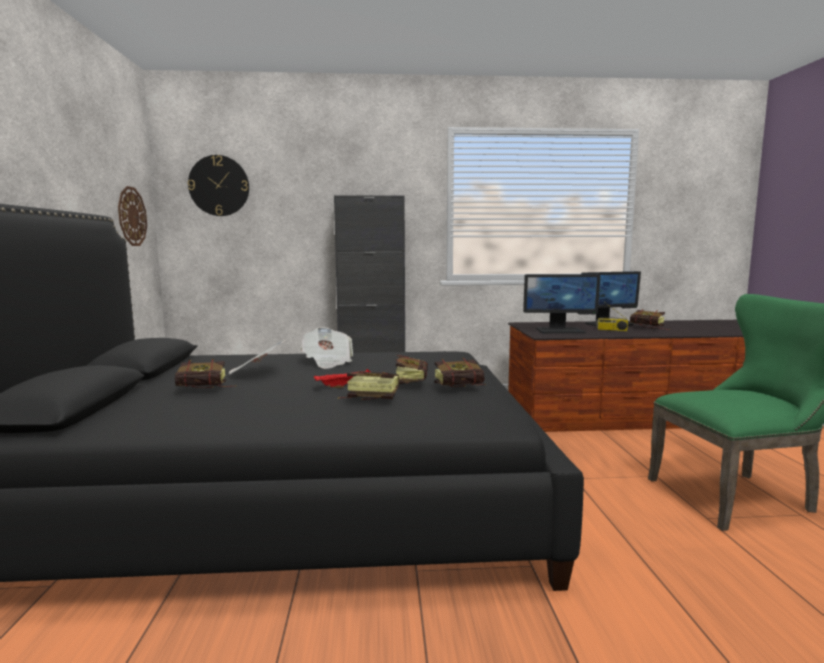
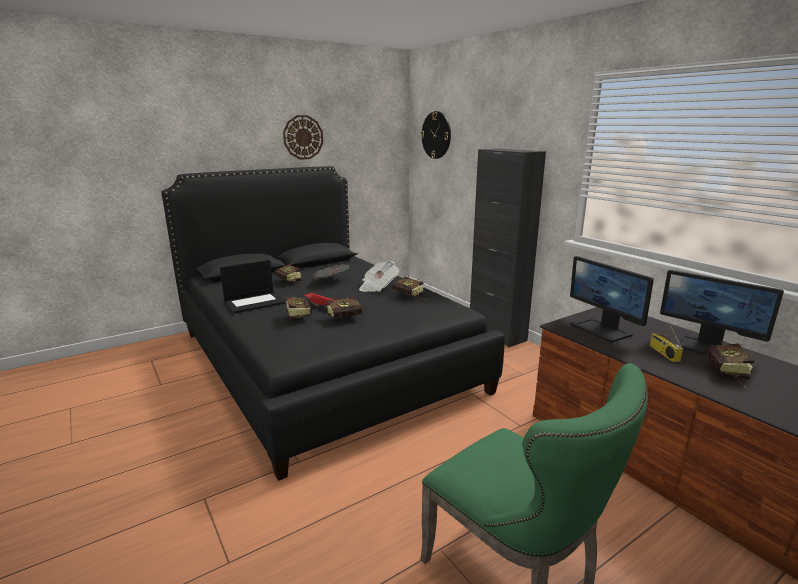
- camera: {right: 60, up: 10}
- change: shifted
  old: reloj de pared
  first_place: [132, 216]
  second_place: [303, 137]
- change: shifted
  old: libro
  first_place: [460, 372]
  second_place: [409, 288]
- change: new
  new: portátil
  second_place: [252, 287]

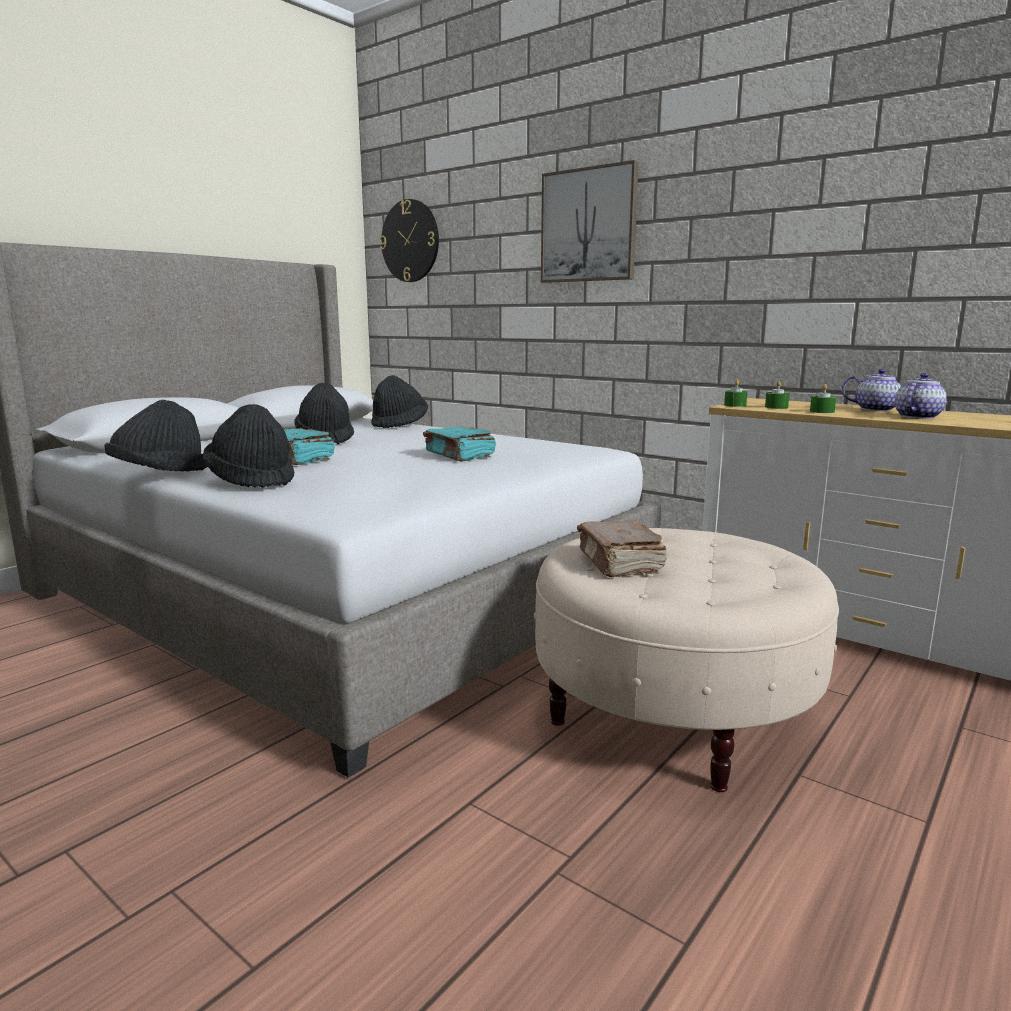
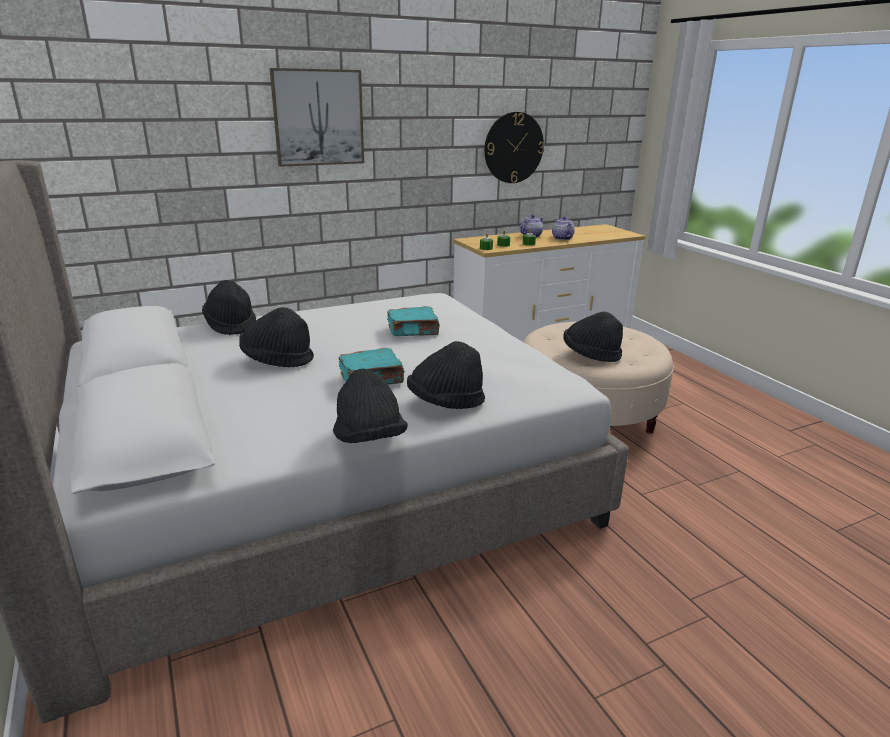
- camera: {right: -65, up: 10}
- change: shifted
  old: reloj de pared
  first_place: [409, 240]
  second_place: [514, 147]
- change: swapped
  old: libro (marrón)
  new: sombrero (negro)
  first_place: [622, 548]
  second_place: [593, 336]

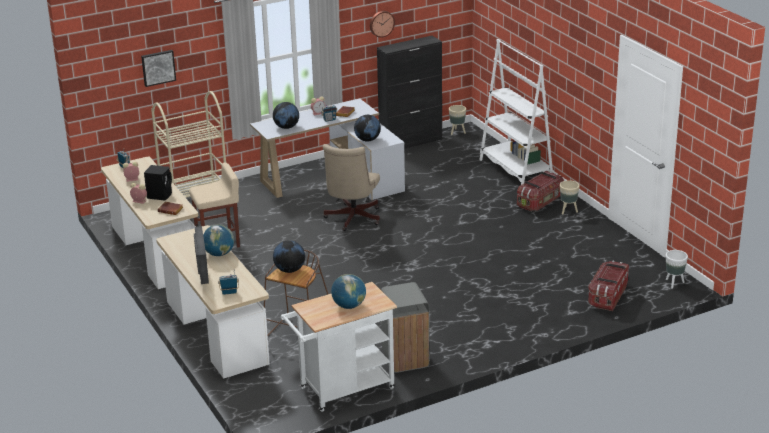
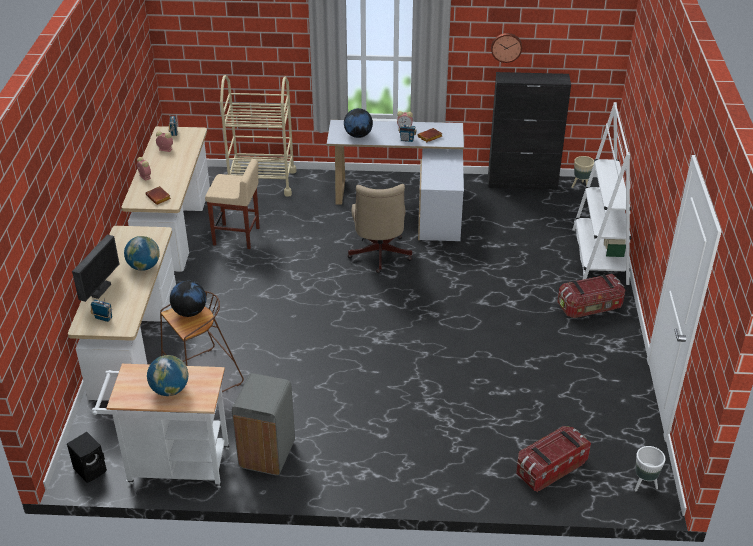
- camera: {right: 30, up: 10}
- change: gone
  old: cuadro
  first_place: [158, 68]
- change: gone
  old: globo terráqueo
  first_place: [367, 128]
- change: rotated
  old: silla de oficina (beis)
  first_place: [351, 187]
  second_place: [379, 228]
  degrees: -45
- change: shifted
  old: altavoz (negro)
  first_place: [158, 183]
  second_place: [87, 457]
- change: gone
  old: maceta (beis)
  first_place: [570, 197]

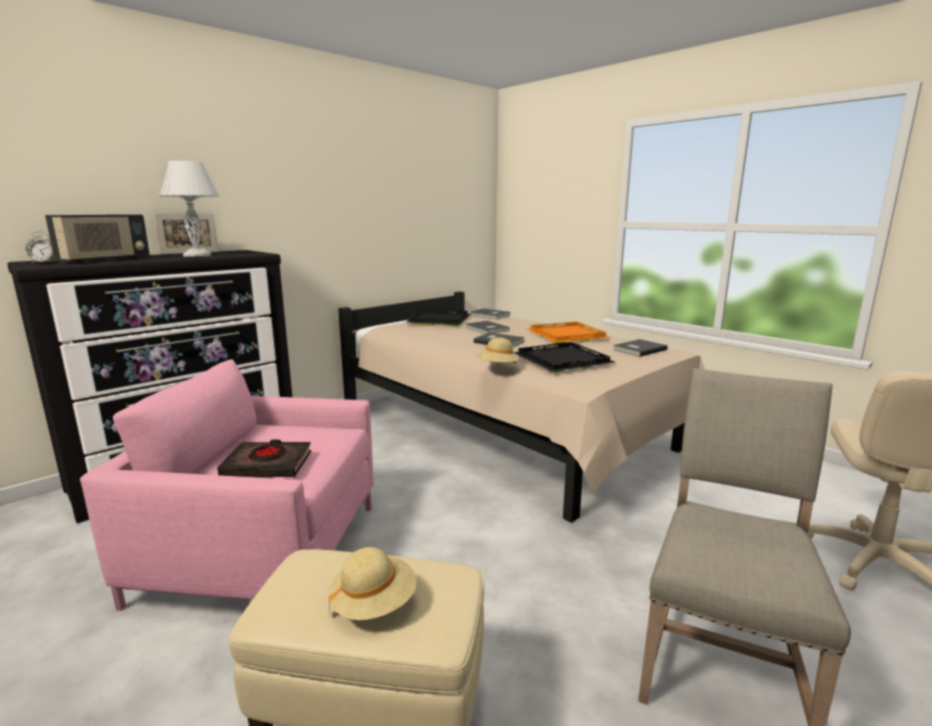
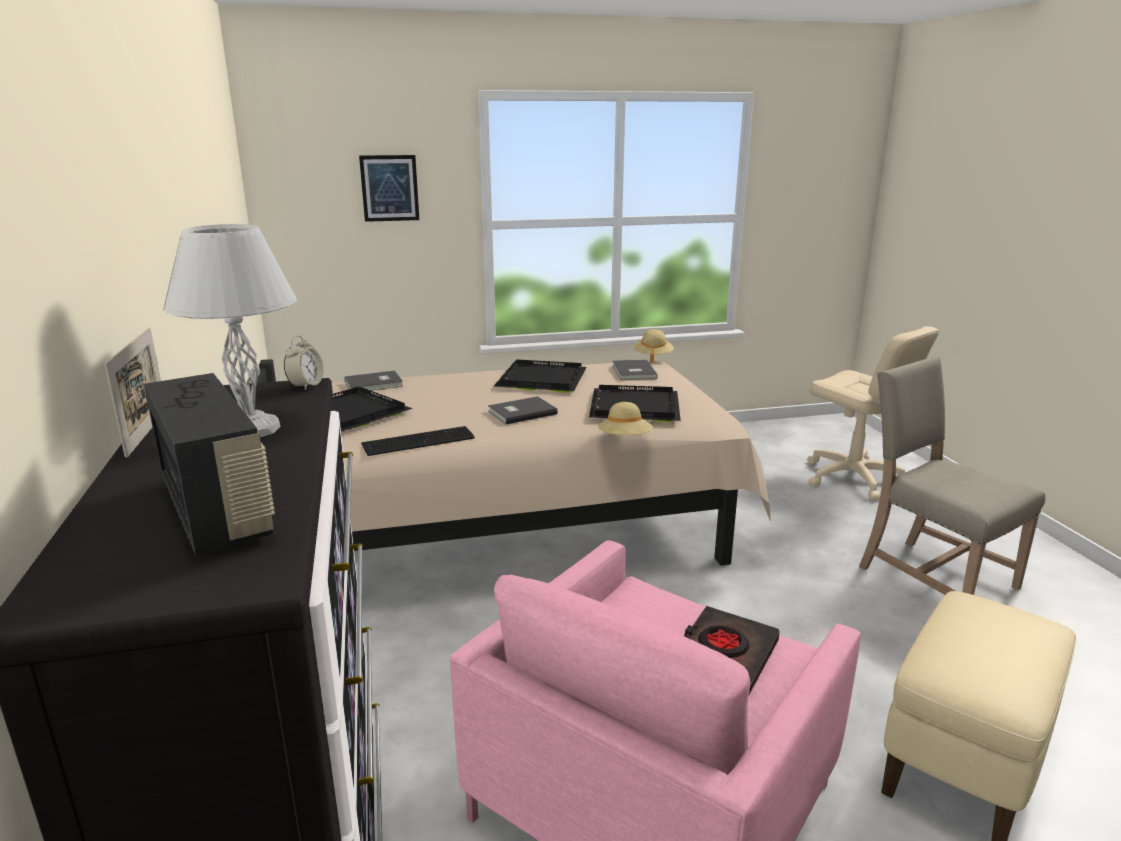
- camera: {right: -60, up: 5}
- change: shifted
  old: despertador
  first_place: [39, 247]
  second_place: [304, 363]
- change: gone
  old: libro (gris)
  first_place: [487, 327]
- change: repainted
  old: bandeja (naranja)
  new: bandeja (negro)
  first_place: [568, 333]
  second_place: [540, 376]
- change: shifted
  old: sombrero (beis)
  first_place: [372, 583]
  second_place: [653, 346]
- change: new
  new: cuadro
  second_place: [389, 188]
- change: new
  new: teclado
  second_place: [418, 441]

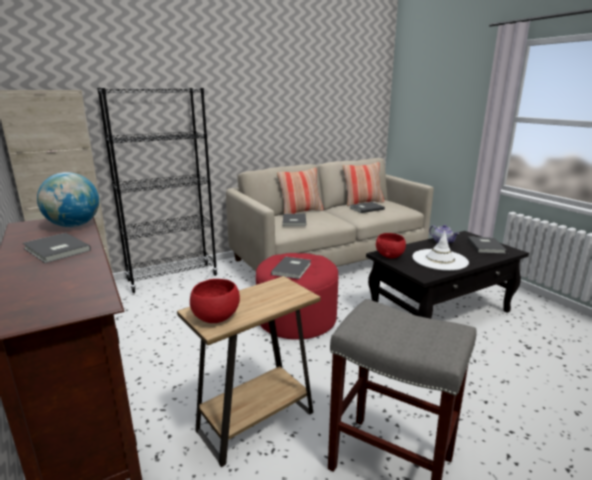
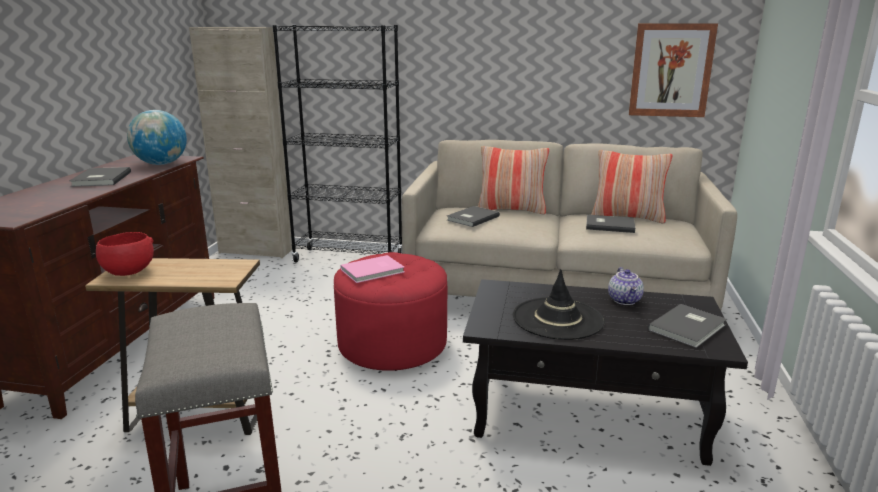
- camera: {right: 40, up: 0}
- change: repainted
  old: sombrero (blanco)
  new: sombrero (negro)
  first_place: [440, 250]
  second_place: [559, 304]
- change: gone
  old: cuenco (rojo)
  first_place: [391, 245]
- change: repainted
  old: libro (gris)
  new: libro (rosa)
  first_place: [291, 268]
  second_place: [373, 269]
- change: new
  new: cuadro
  second_place: [673, 70]

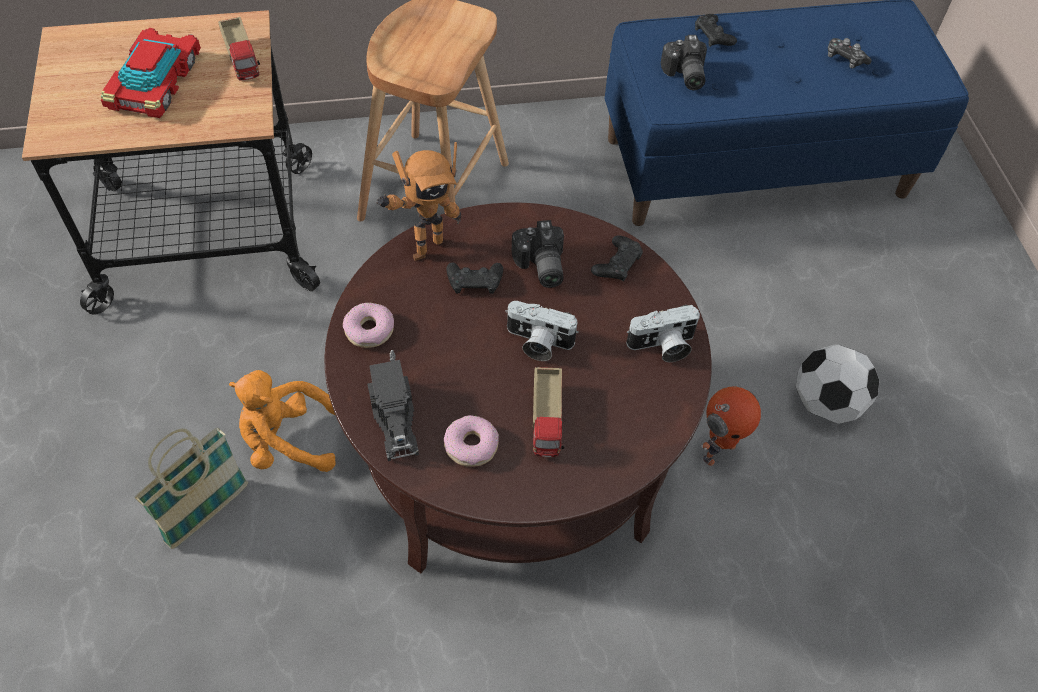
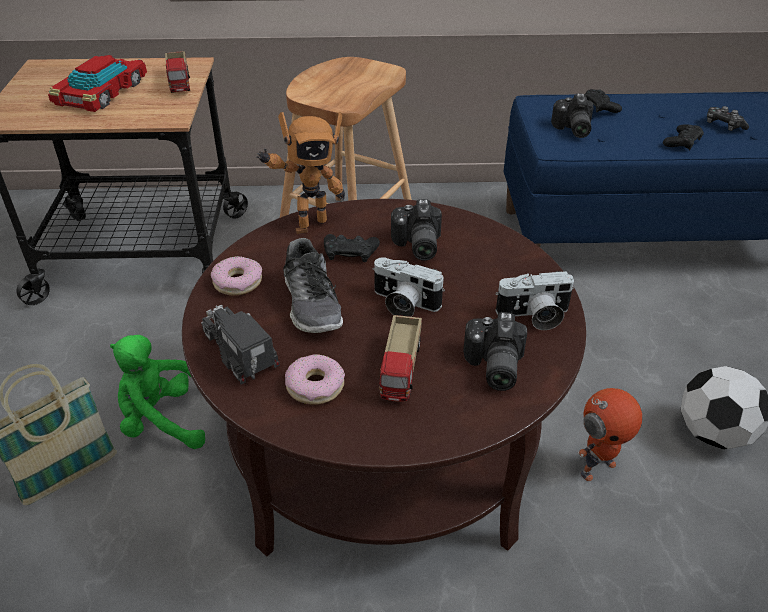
- camera: {right: 10, up: -15}
- change: shifted
  old: mando de consola (negro)
  first_place: [617, 258]
  second_place: [683, 137]
- change: rotated
  old: camión de juguete
  first_place: [393, 405]
  second_place: [240, 344]
  degrees: 150
- change: repainted
  old: peluche (naranja)
  new: peluche (verde)
  first_place: [282, 421]
  second_place: [157, 392]
- change: new
  new: zapato
  second_place: [313, 285]
- change: new
  new: cámara
  second_place: [495, 351]

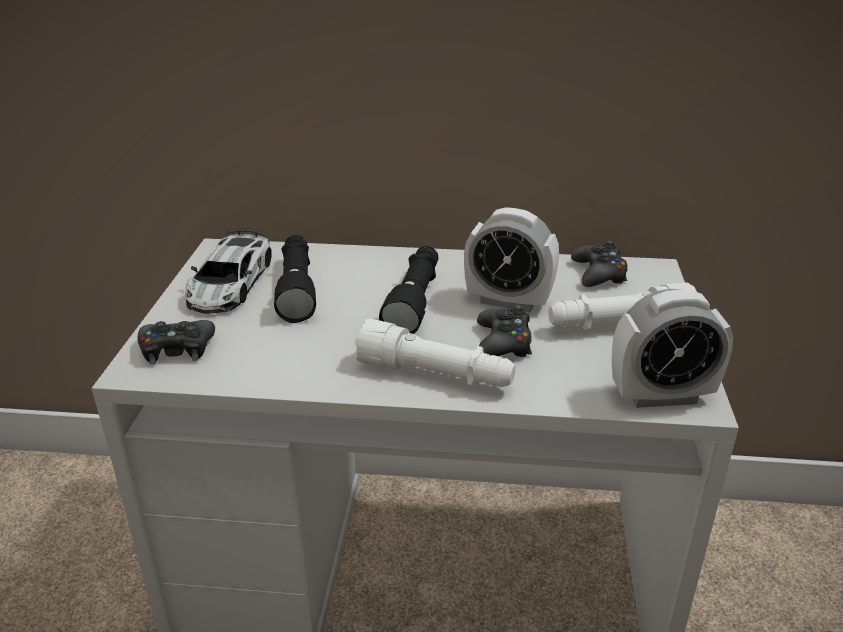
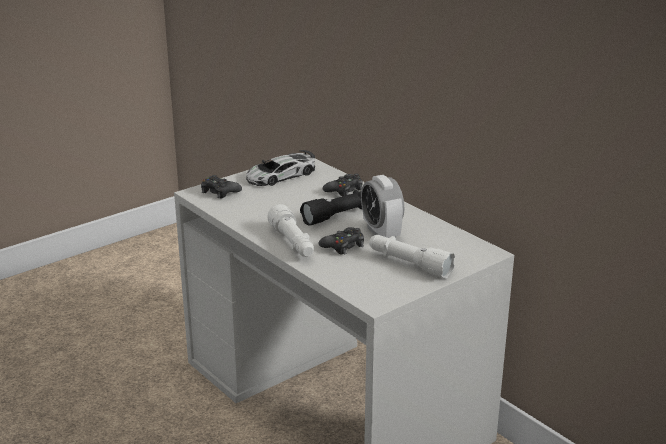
- camera: {right: 45, up: -5}
- change: gone
  old: linterna (negro)
  first_place: [295, 279]
- change: shifted
  old: mando de consola (negro)
  first_place: [599, 263]
  second_place: [343, 185]
- change: gone
  old: despertador
  first_place: [672, 348]

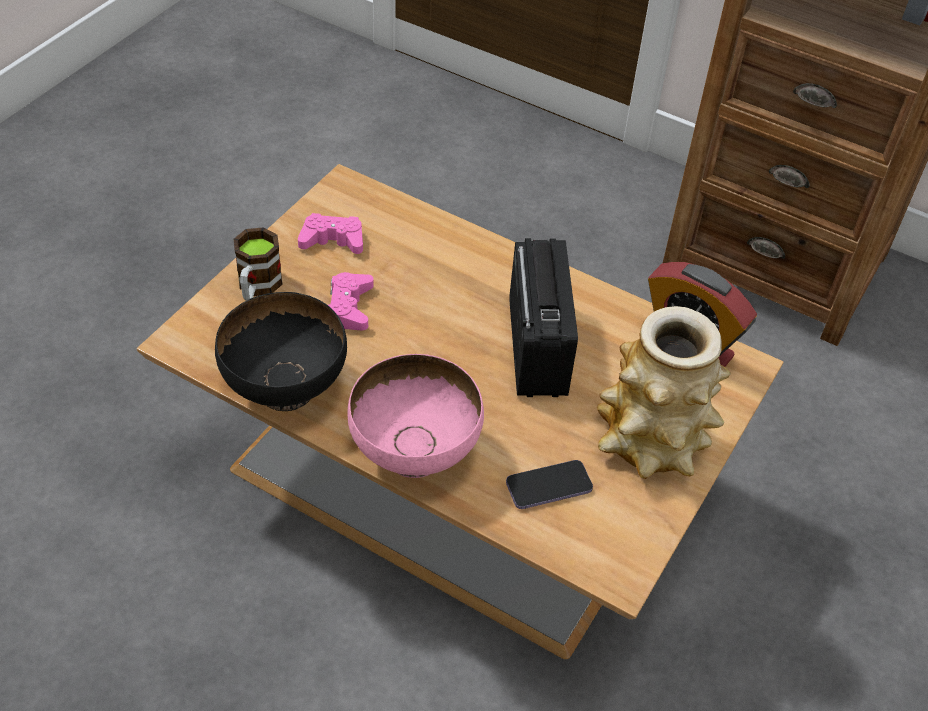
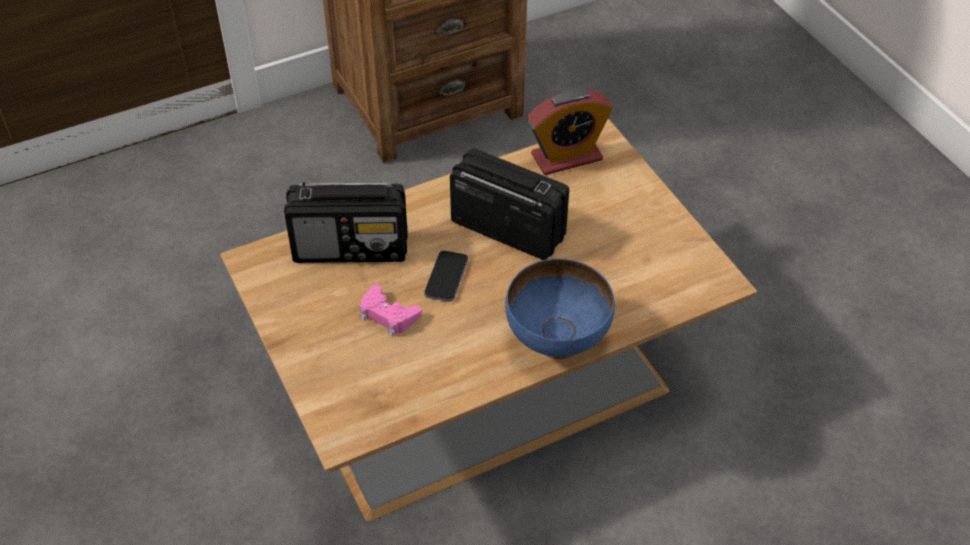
- camera: {right: -55, up: 0}
- change: gone
  old: mando de consola (rosa)
  first_place: [330, 233]
- change: gone
  old: taza grande
  first_place: [258, 264]
- change: gone
  old: cuenco (negro)
  first_place: [281, 351]
- change: gone
  old: florero
  first_place: [663, 392]
- change: repainted
  old: cuenco (rosa)
  new: cuenco (azul)
  first_place: [415, 416]
  second_place: [560, 309]
- change: shifted
  old: móvil
  first_place: [549, 484]
  second_place: [446, 276]
- change: new
  new: radio
  second_place: [346, 222]

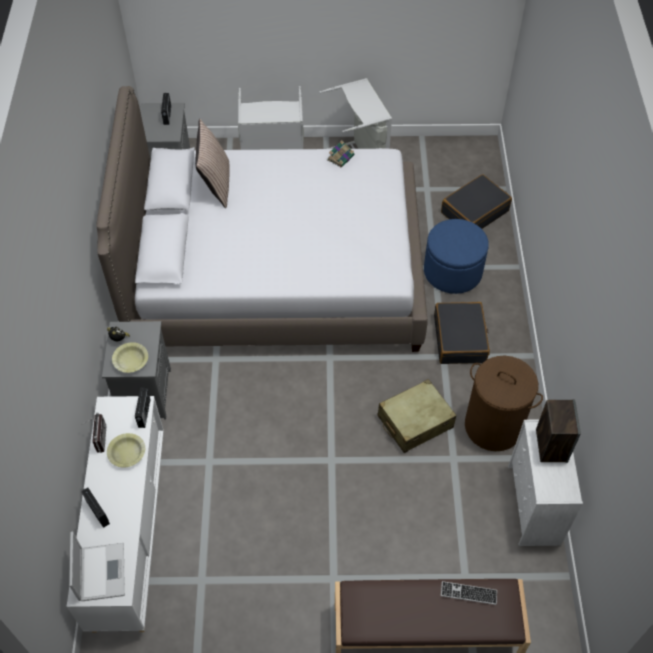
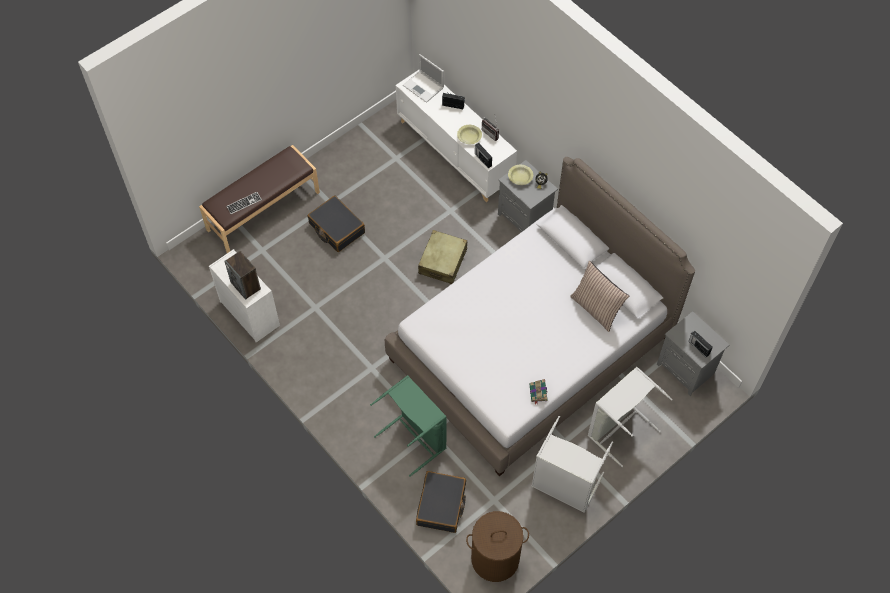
- camera: {right: 140, up: 5}
- change: swapped
  old: puf (azul)
  new: cesto de la ropa (verde)
  first_place: [456, 256]
  second_place: [408, 426]
- change: shifted
  old: maleta (negro)
  first_place: [462, 333]
  second_place: [336, 224]
- change: shifted
  old: cesto de la ropa (marrón)
  first_place: [504, 403]
  second_place: [497, 546]
- change: shifted
  old: maleta (beis)
  first_place: [417, 416]
  second_place: [442, 257]

